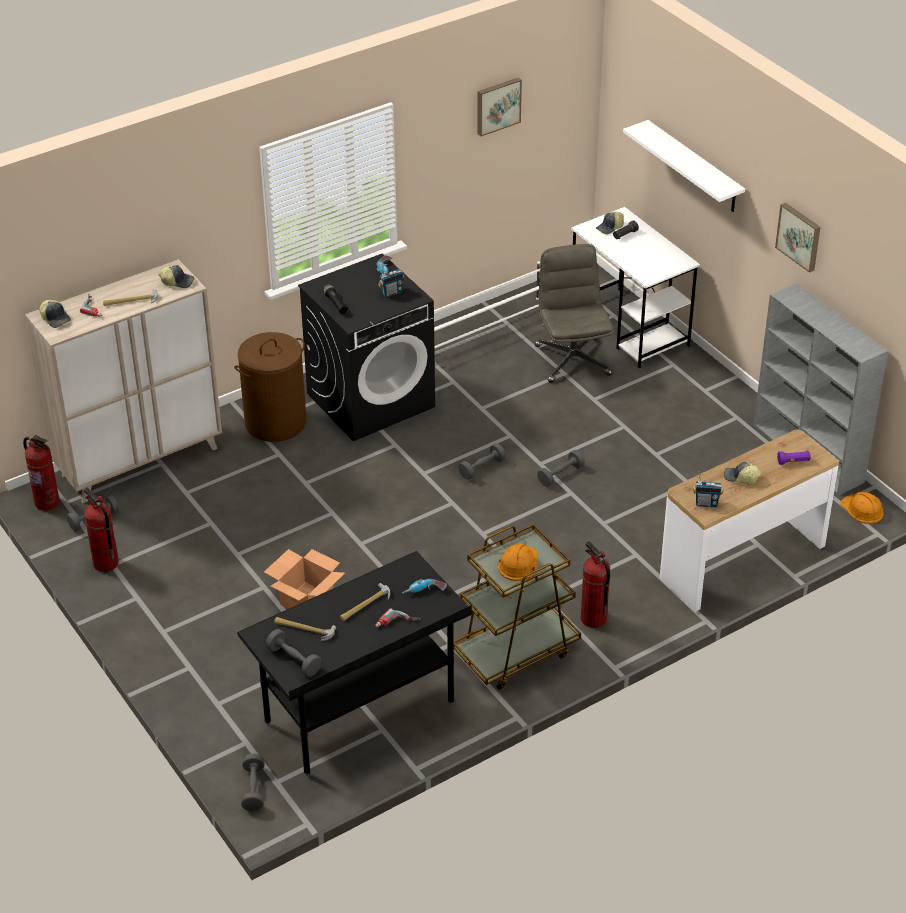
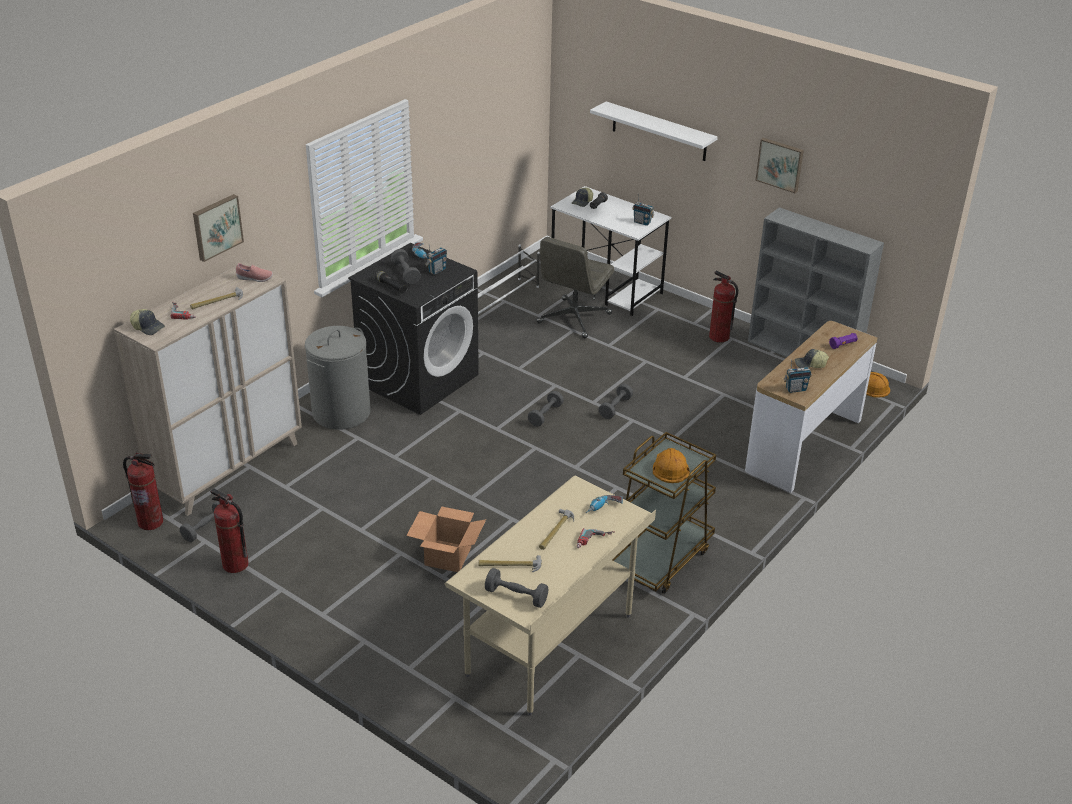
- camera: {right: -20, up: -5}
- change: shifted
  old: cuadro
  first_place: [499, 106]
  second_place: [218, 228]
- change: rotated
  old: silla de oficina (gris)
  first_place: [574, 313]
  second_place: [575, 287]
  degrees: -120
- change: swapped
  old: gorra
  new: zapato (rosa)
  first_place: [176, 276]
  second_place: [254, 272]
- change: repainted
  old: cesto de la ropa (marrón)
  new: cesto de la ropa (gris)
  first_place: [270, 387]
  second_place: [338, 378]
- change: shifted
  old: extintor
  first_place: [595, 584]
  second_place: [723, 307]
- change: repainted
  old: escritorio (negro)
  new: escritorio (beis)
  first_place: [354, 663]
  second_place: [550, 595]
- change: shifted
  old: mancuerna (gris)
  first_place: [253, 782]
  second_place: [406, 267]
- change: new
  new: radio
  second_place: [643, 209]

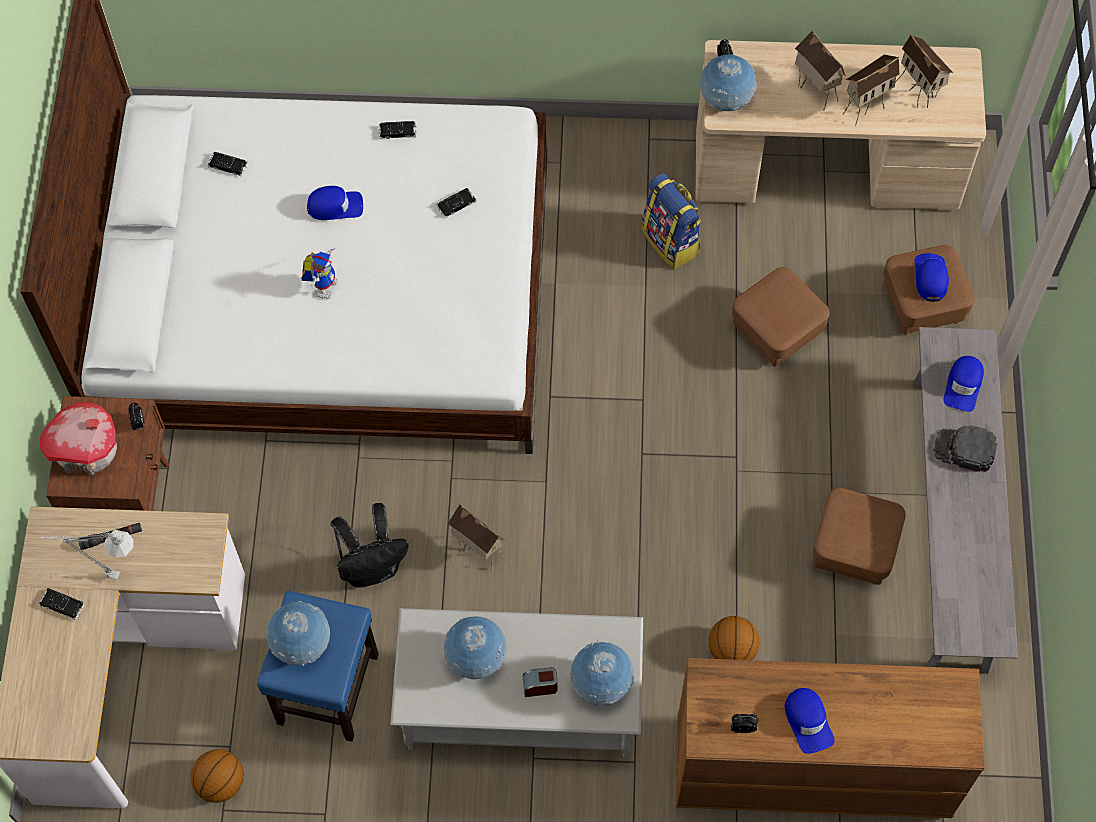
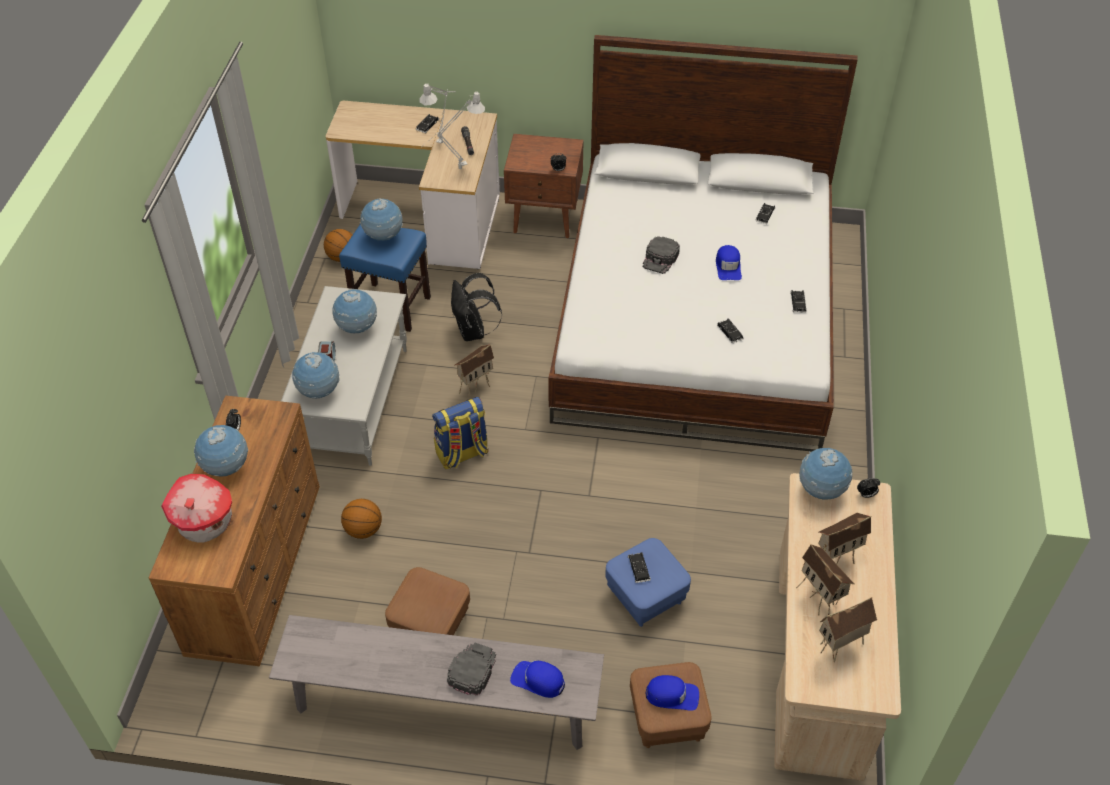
- camera: {right: 95, up: -15}
- change: shifted
  old: mochila
  first_place: [672, 221]
  second_place: [460, 433]
- change: swapped
  old: robot de juguete
  new: gorra (negro)
  first_place: [319, 273]
  second_place: [661, 255]
- change: repainted
  old: puf (marrón)
  new: puf (azul)
  first_place: [781, 317]
  second_place: [648, 582]
- change: shifted
  old: casita
  first_place: [78, 439]
  second_place: [196, 508]
- change: swapped
  old: gorra (azul)
  new: globo terráqueo
  first_place: [810, 721]
  second_place: [221, 451]
- change: new
  new: lámpara de mesa (gris)
  second_place: [455, 130]
- change: new
  new: coche de juguete (negro)
  second_place: [639, 567]

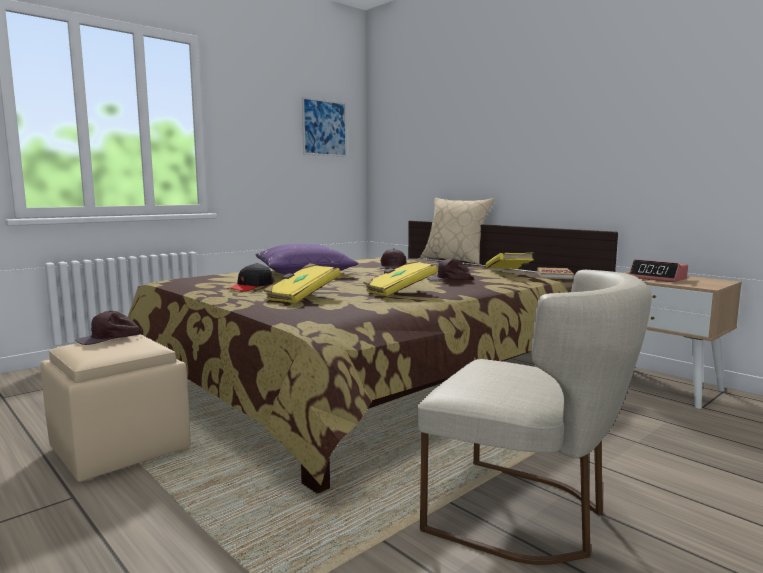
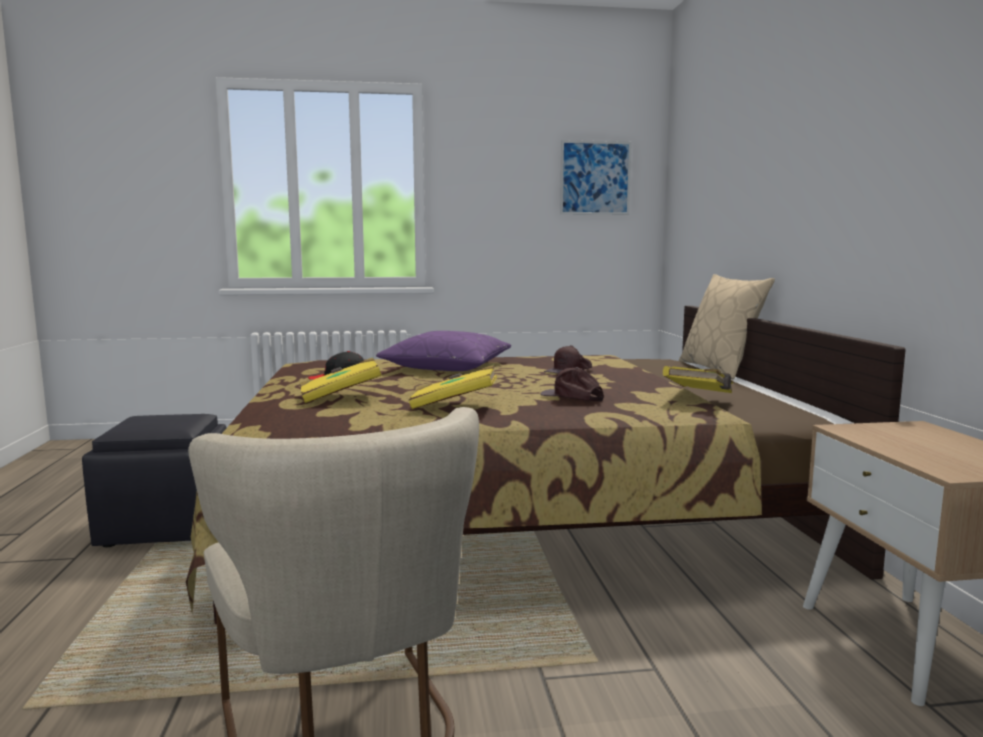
- camera: {right: 35, up: 0}
- change: gone
  old: despertador
  first_place: [658, 270]
- change: gone
  old: libro
  first_place: [555, 273]
- change: gone
  old: gorra (marrón)
  first_place: [108, 327]
- change: repainted
  old: puf (beis)
  new: puf (negro)
  first_place: [116, 408]
  second_place: [154, 480]

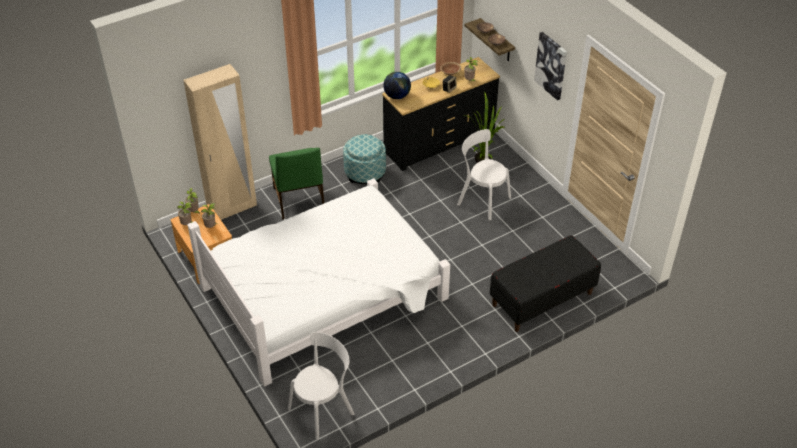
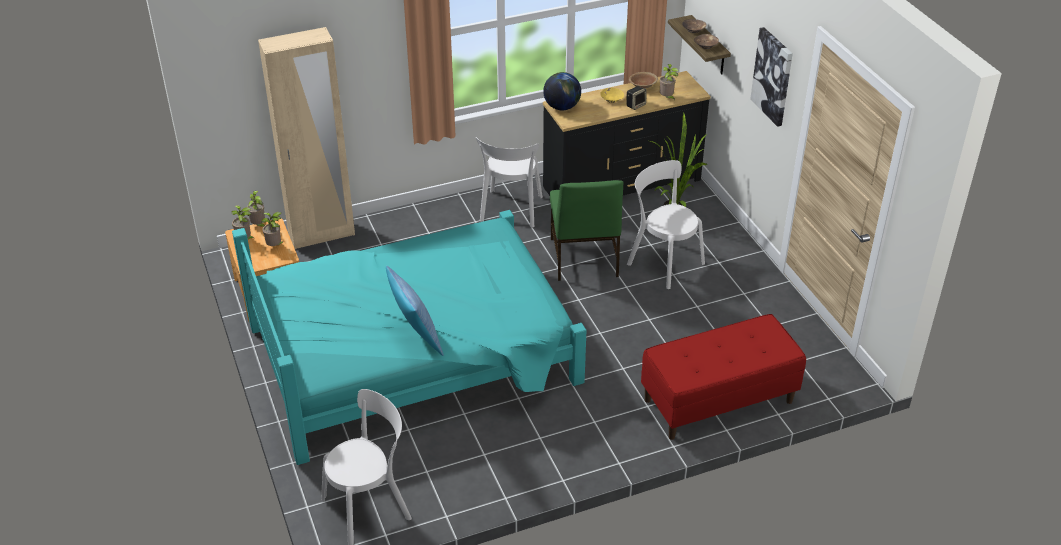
- camera: {right: 10, up: -5}
- change: swapped
  old: puf
  new: silla (blanco)
  first_place: [364, 159]
  second_place: [509, 182]
- change: shifted
  old: silla (verde)
  first_place: [296, 184]
  second_place: [586, 230]
- change: repainted
  old: cama (blanco)
  new: cama (turquesa)
  first_place: [318, 282]
  second_place: [409, 337]
- change: repainted
  old: banco (negro)
  new: banco (rojo)
  first_place: [545, 284]
  second_place: [723, 377]
- change: new
  new: cojín
  second_place: [415, 311]

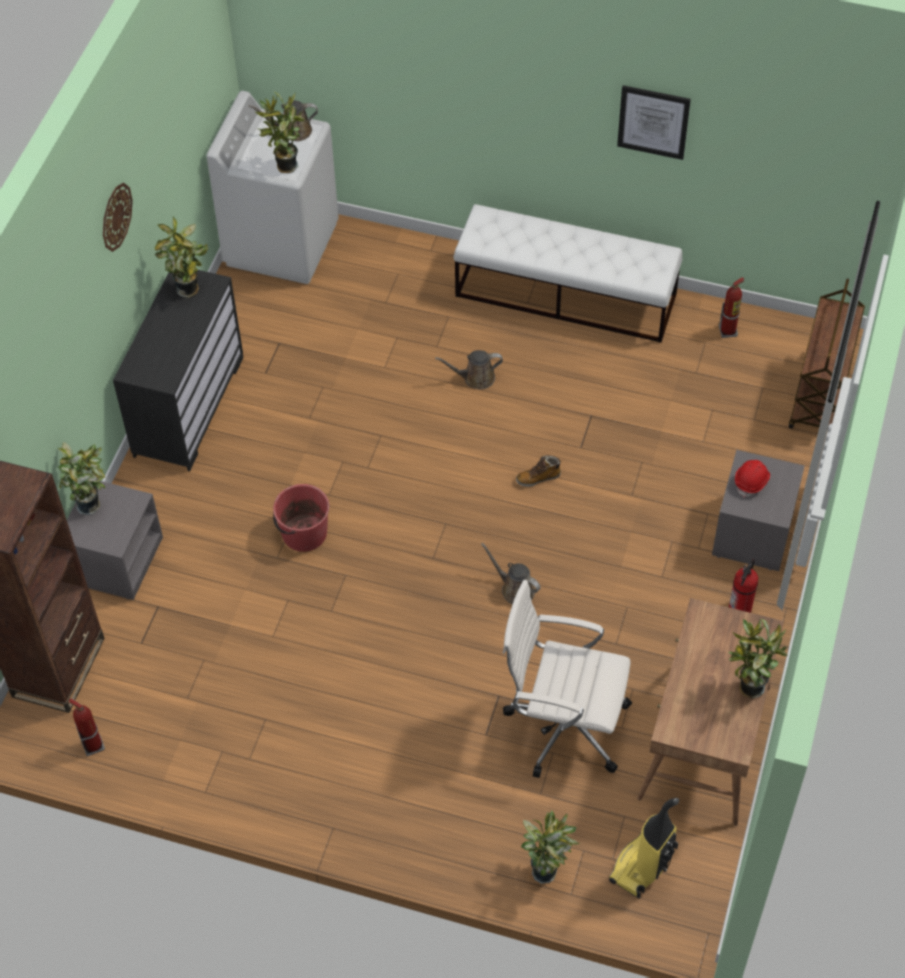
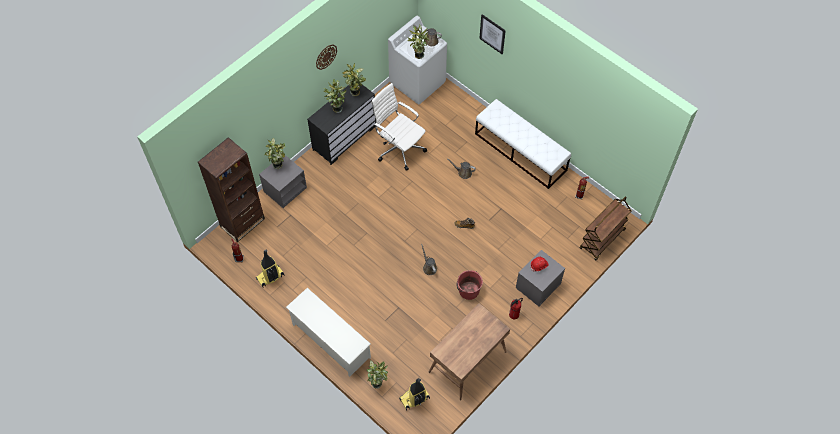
- camera: {right: 25, up: 5}
- change: shifted
  old: cuadro
  first_place: [654, 122]
  second_place: [492, 34]
- change: shifted
  old: cubo (rojo)
  first_place: [301, 518]
  second_place: [469, 285]
- change: shifted
  old: silla de oficina (blanco)
  first_place: [567, 679]
  second_place: [399, 127]
- change: shifted
  old: planta en maceta
  first_place: [758, 659]
  second_place: [335, 96]
- change: new
  new: aspiradora
  second_place: [270, 268]
- change: new
  new: zapatero (blanco)
  second_place: [328, 332]

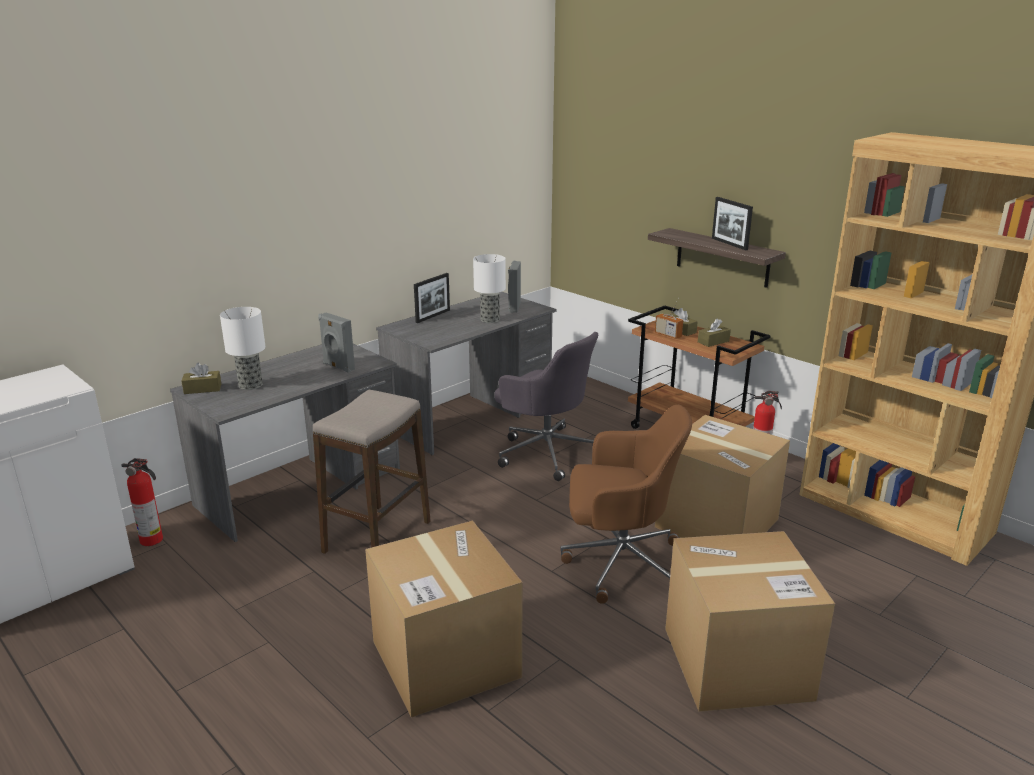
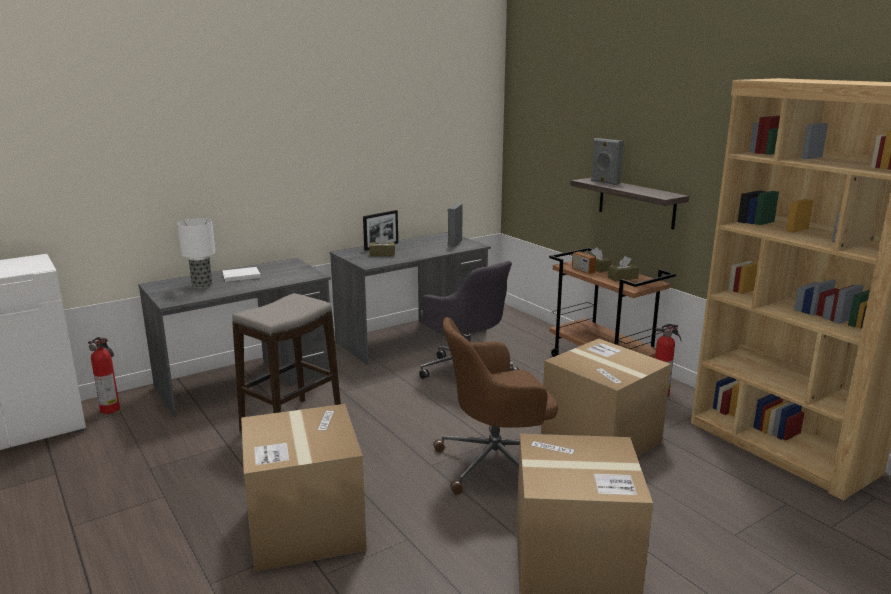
- camera: {right: 10, up: -5}
- change: gone
  old: portarretratos
  first_place: [732, 223]
- change: gone
  old: lámpara de mesa
  first_place: [489, 288]
- change: shifted
  old: altavoz (gris)
  first_place: [336, 343]
  second_place: [607, 161]
- change: shifted
  old: caja de pañuelos (marrón)
  first_place: [201, 378]
  second_place: [382, 245]
- change: rotated
  old: silla de oficina (marrón)
  first_place: [626, 504]
  second_place: [495, 406]
  degrees: 150
- change: new
  new: libro (blanco)
  second_place: [241, 274]

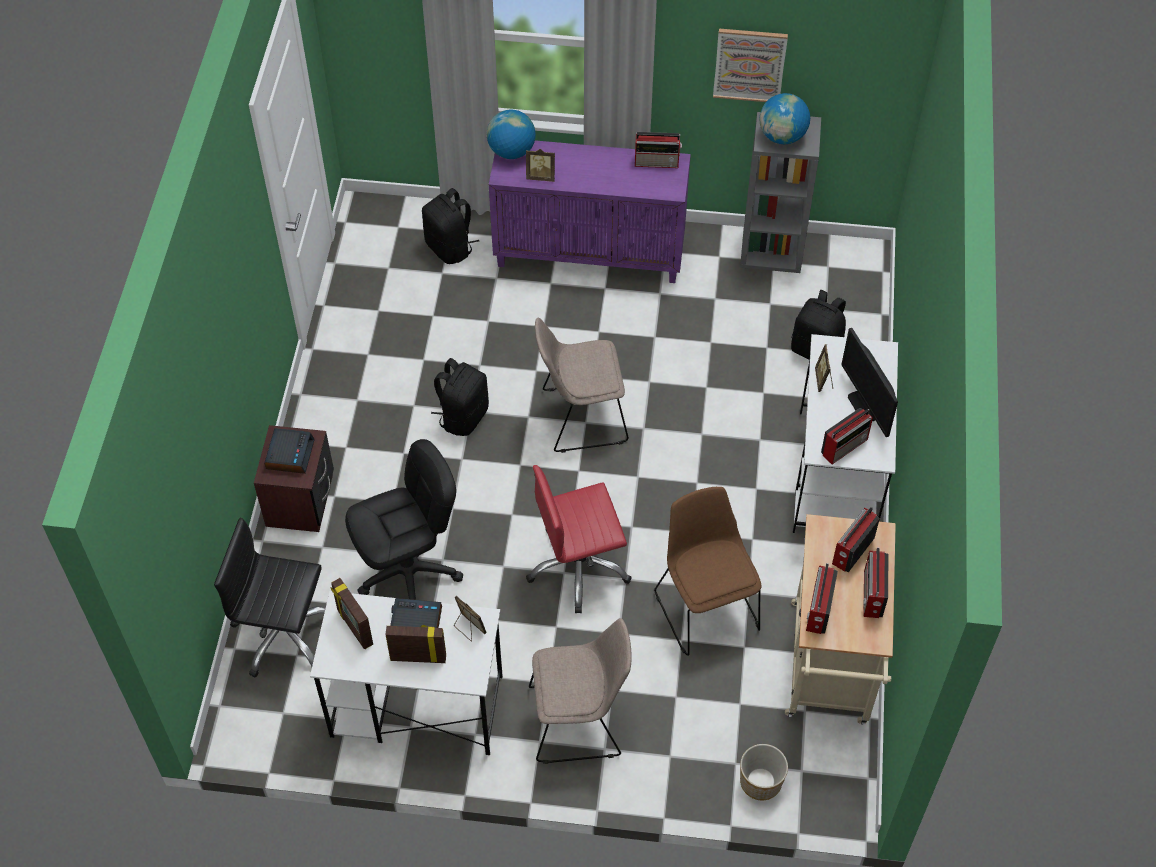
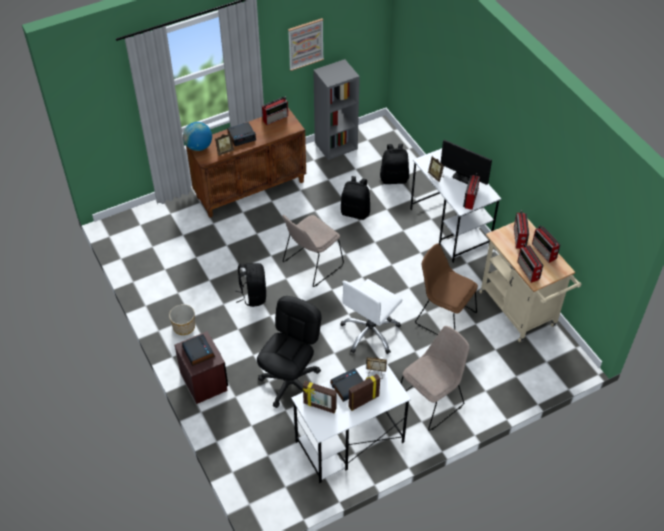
- camera: {right: -35, up: -5}
- change: gone
  old: globo terráqueo
  first_place: [784, 118]
- change: repainted
  old: armario (morado)
  new: armario (marrón)
  first_place: [590, 211]
  second_place: [246, 163]
- change: shifted
  old: mochila (negro)
  first_place: [450, 226]
  second_place: [355, 198]
- change: repainted
  old: silla de oficina (rojo)
  new: silla de oficina (blanco)
  first_place: [579, 539]
  second_place: [371, 316]
- change: gone
  old: silla de oficina (negro)
  first_place: [270, 598]
- change: shifted
  old: maceta
  first_place: [764, 772]
  second_place: [182, 319]
- change: new
  new: despertador
  second_place: [241, 134]

